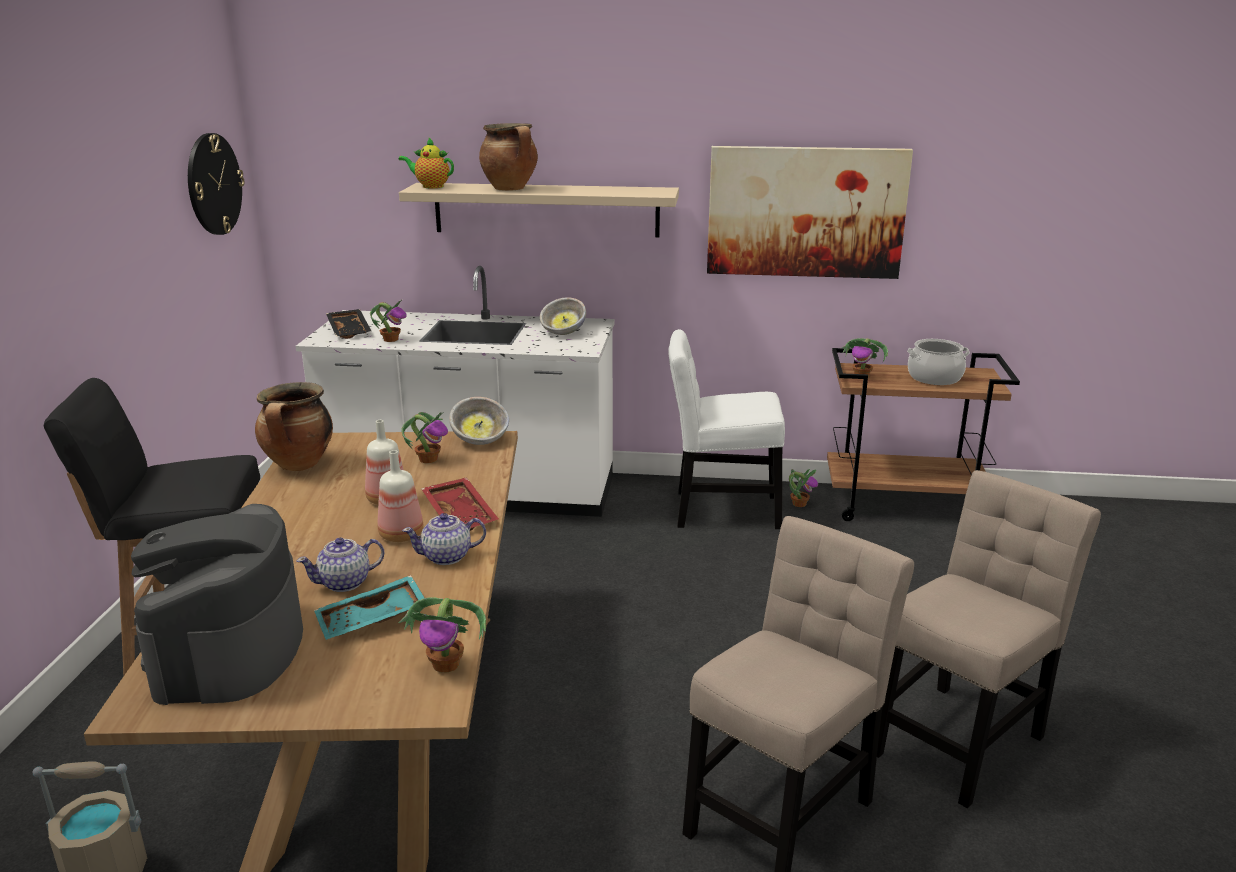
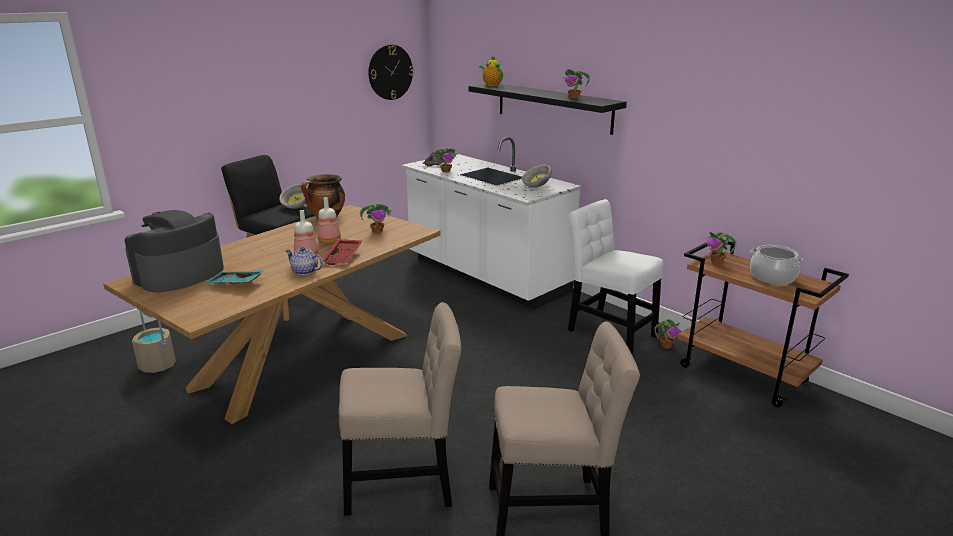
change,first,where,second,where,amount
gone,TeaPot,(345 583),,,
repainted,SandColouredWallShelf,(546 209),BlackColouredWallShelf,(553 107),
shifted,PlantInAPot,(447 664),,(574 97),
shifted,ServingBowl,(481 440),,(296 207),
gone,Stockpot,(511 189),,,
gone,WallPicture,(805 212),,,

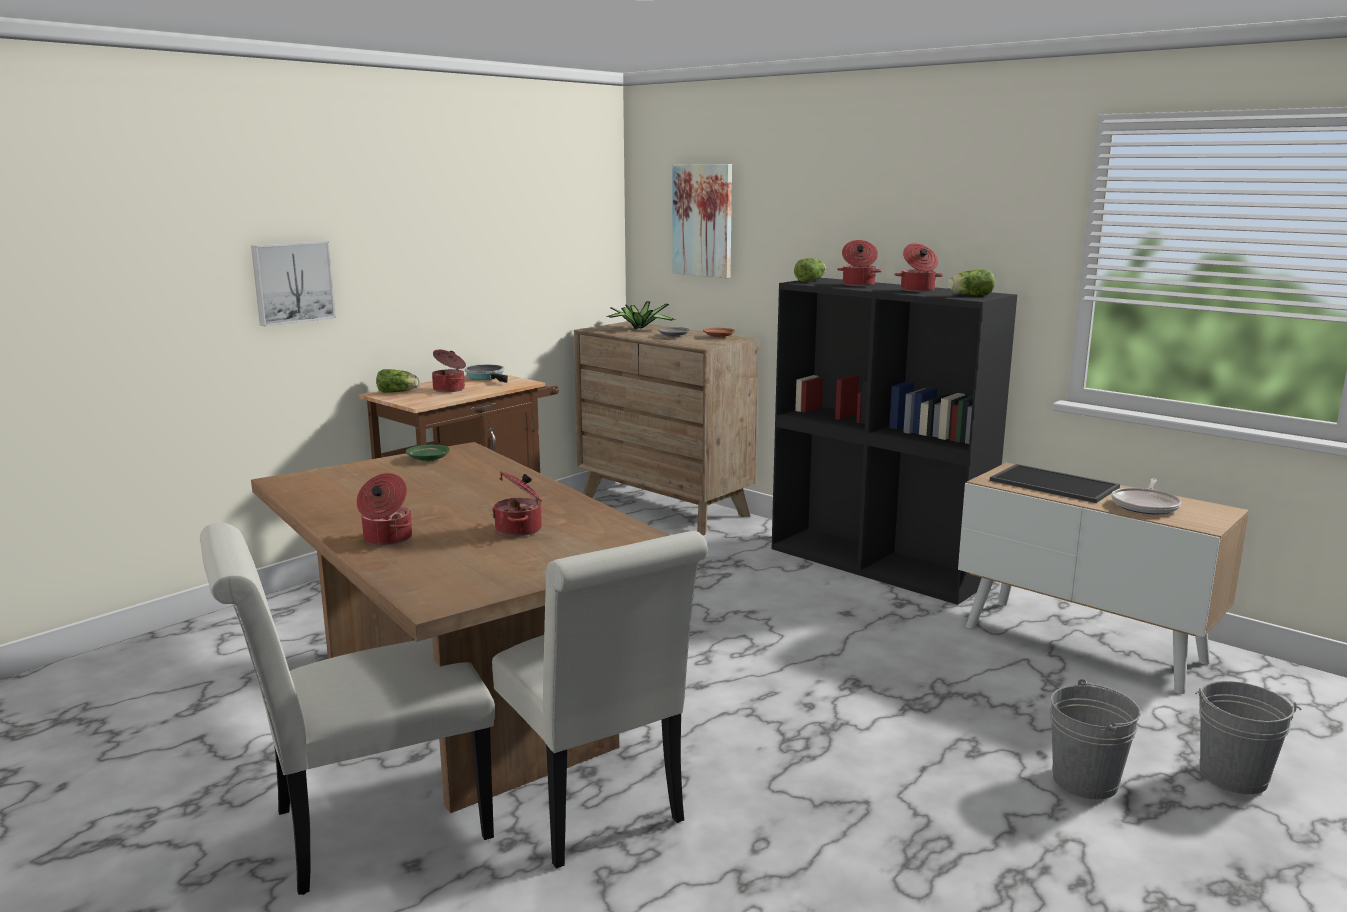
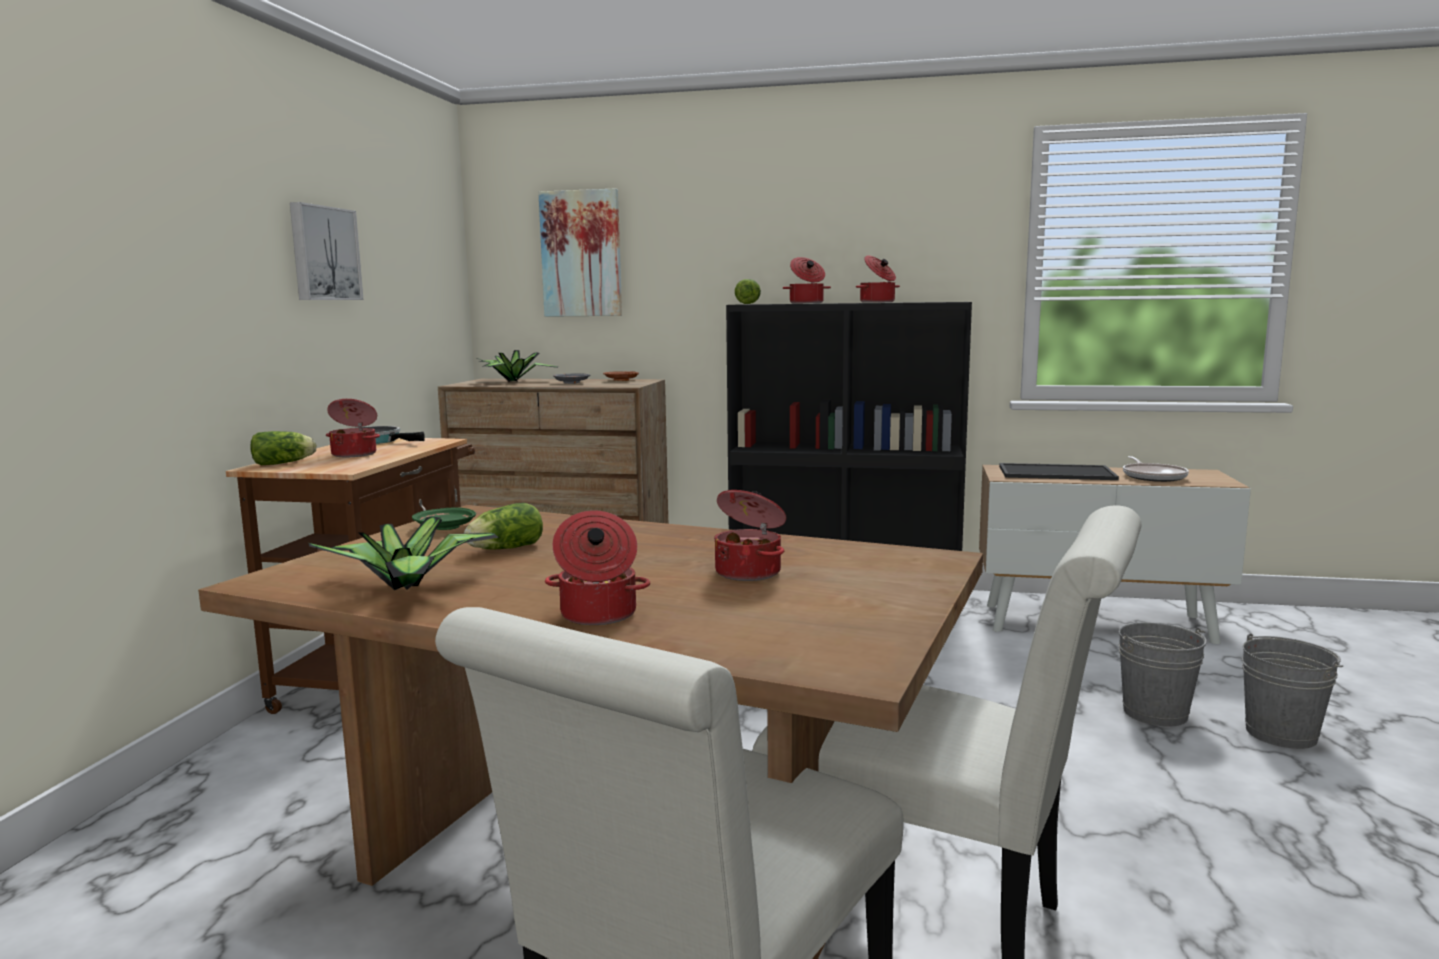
change,first,where,second,where,amount
shifted,WallPicture,(292 282),,(323 253),
shifted,LettuceHead,(969 295),,(503 549),
shifted,GreyPail,(1233 776),,(1155 713),
new,,,PlantInAPot,(409 586),

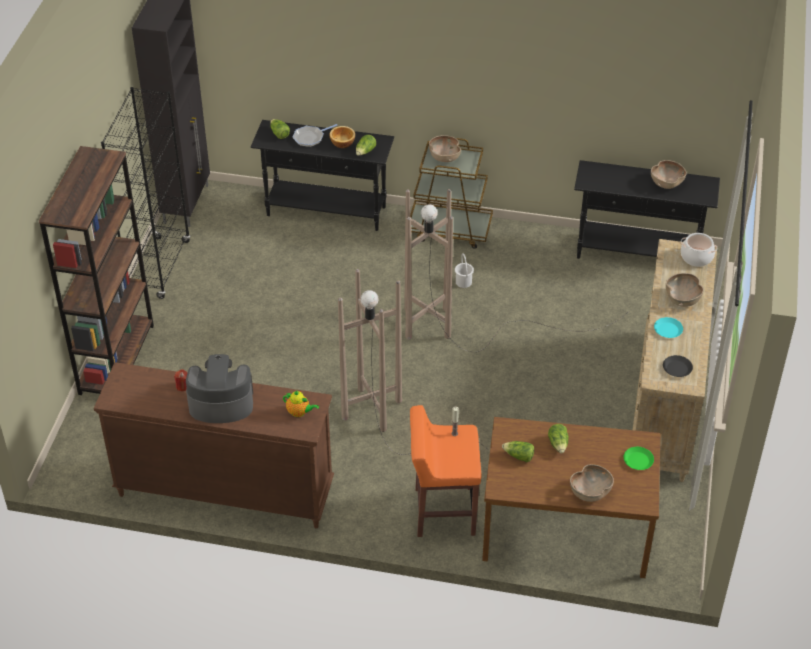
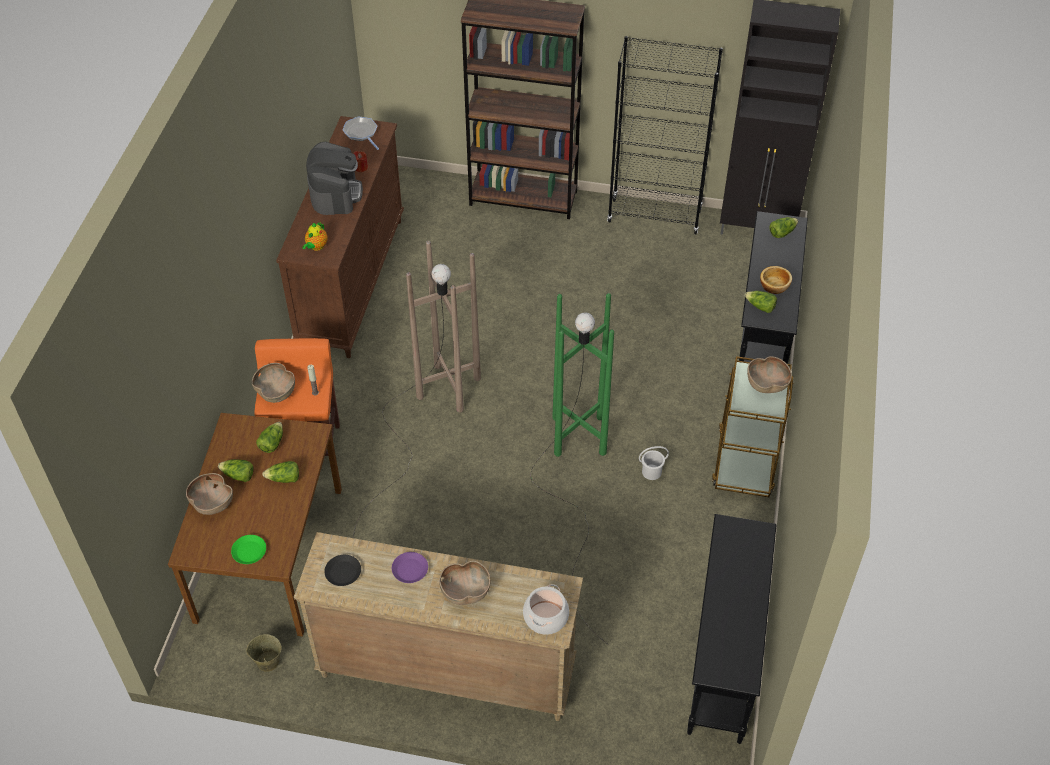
change,first,where,second,where,amount
shifted,FryingPan,(310 138),,(361 133),
repainted,BrownishStandingLamp,(475 328),GreenColouredStandingLamp,(573 481),
shifted,BrownishServingBowl,(666 183),,(276 392),
repainted,TurquoiseColouredPlate,(667 330),PurpleColouredPlate,(410 569),
new,,,LettuceHead,(238 475),
new,,,SandColouredPail,(267 661),

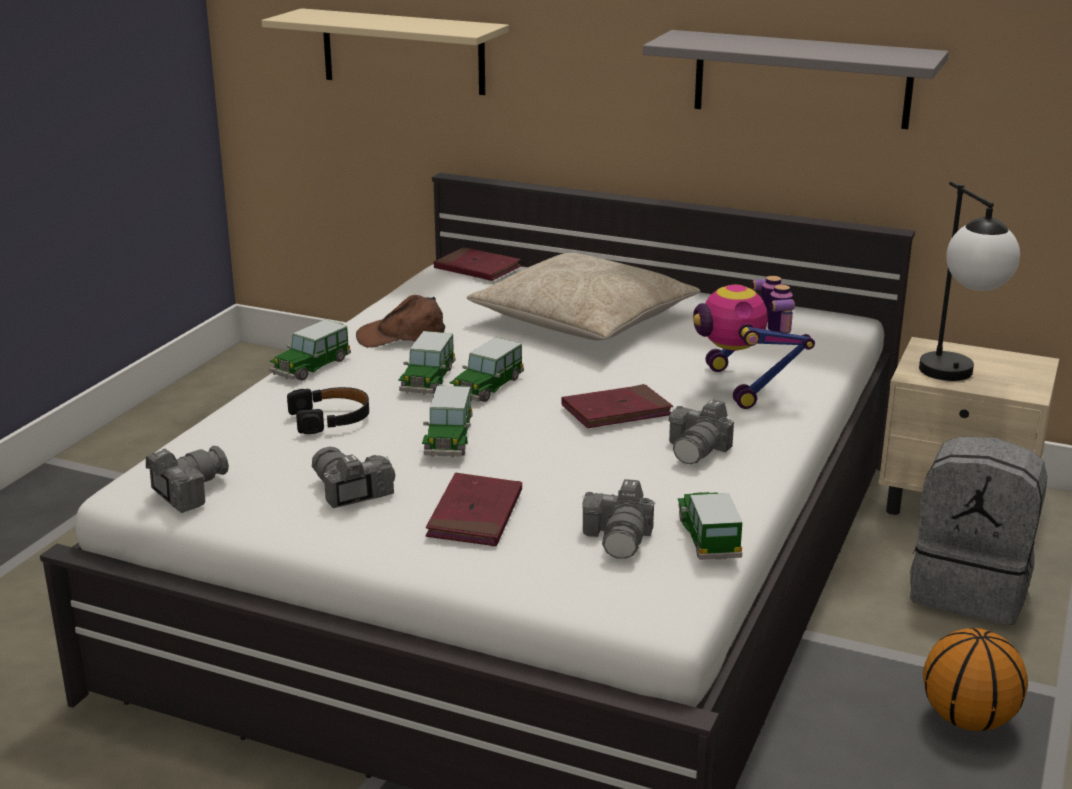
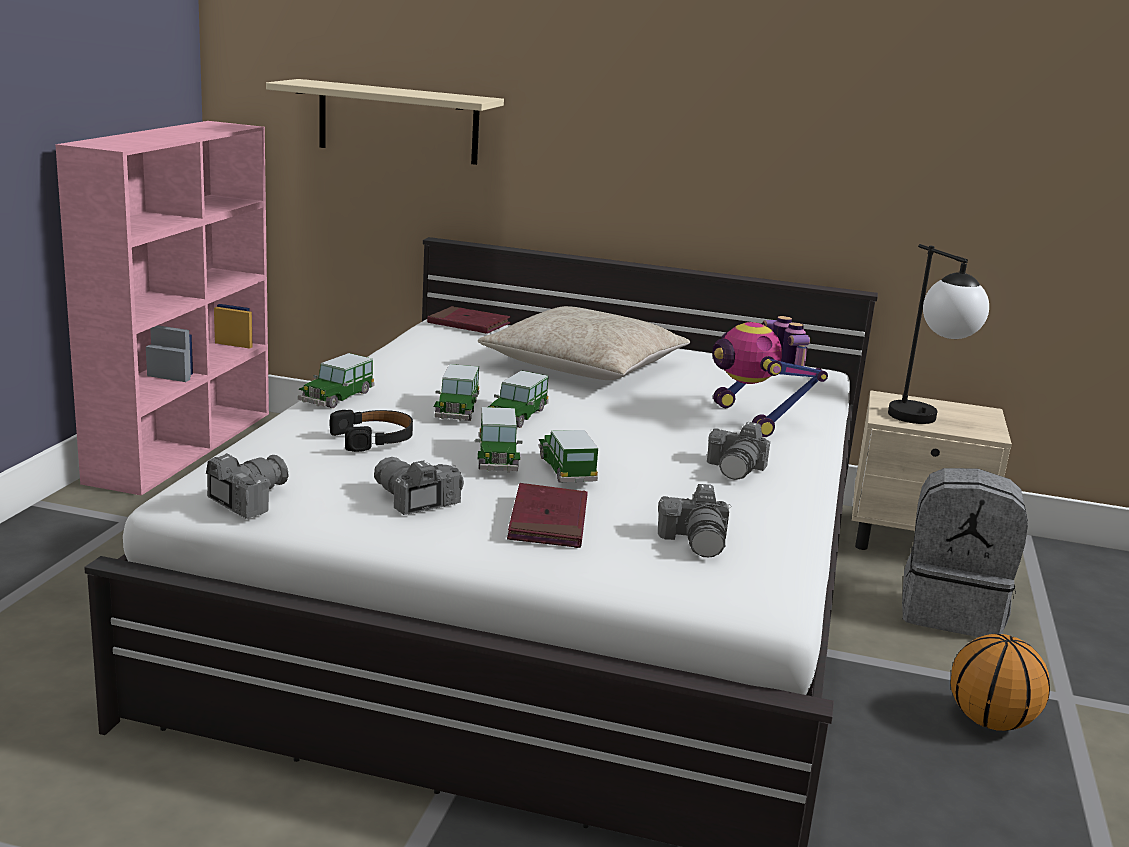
change,first,where,second,where,amount
gone,BrownishPeakedCap,(401 335),,,
gone,RedColouredBoundBook,(616 411),,,
gone,GreyWallShelf,(801 79),,,
shifted,ToyCar,(708 537),,(566 469),
new,,,PinkShelvingUnit,(183 445),

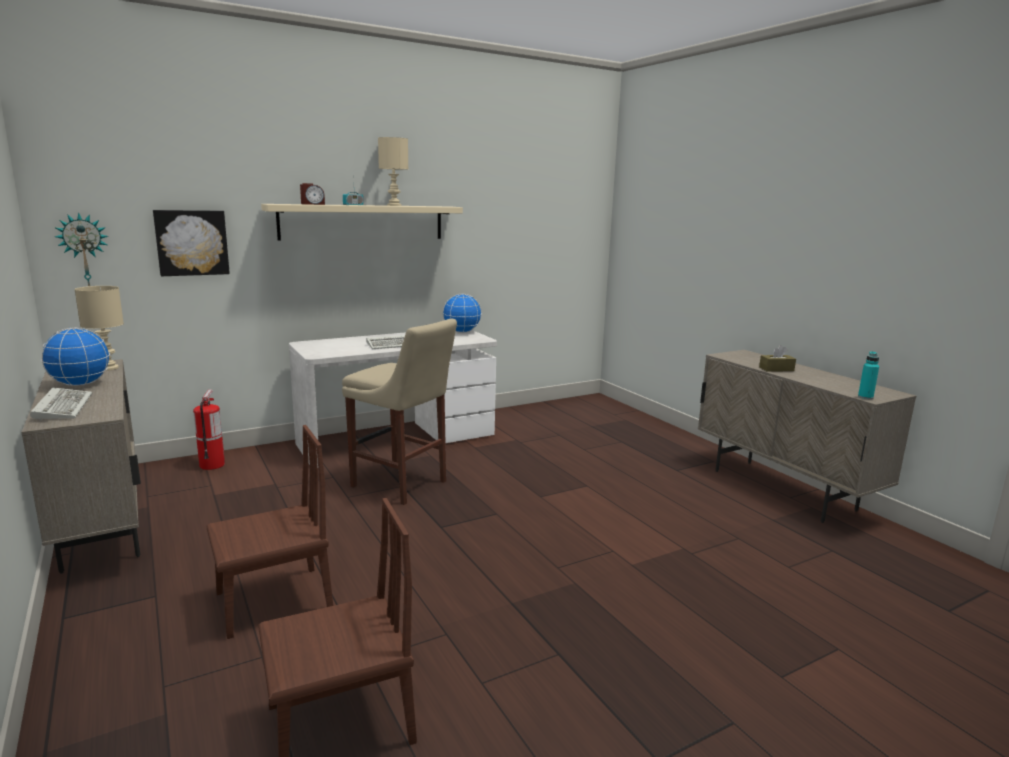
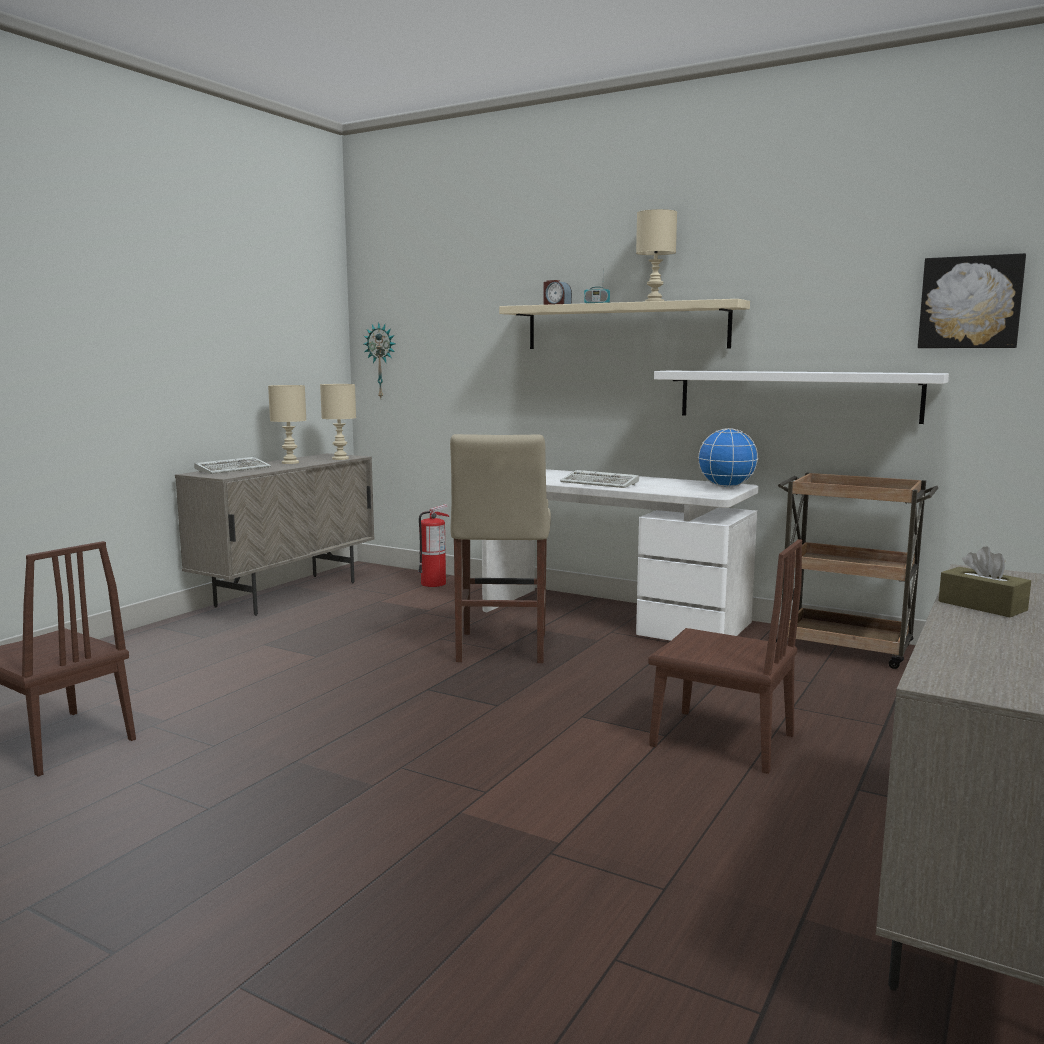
change,first,where,second,where,amount
swapped,Globe,(80 384),SandColouredTableLamp,(290 462),
shifted,WallPicture,(192 242),,(970 302),
shifted,BrownishUprightChair,(273 601),,(722 740),
gone,TurquoiseColouredBottle,(865 397),,,
new,,,WhitishWallShelf,(796 395),
new,,,BrownishCart,(845 648),

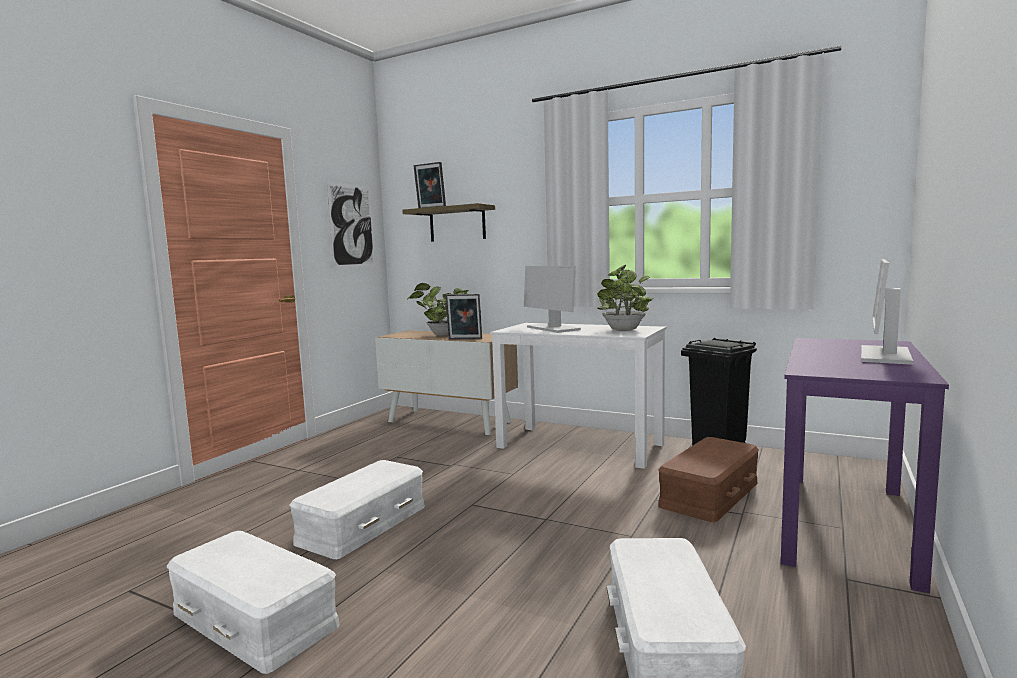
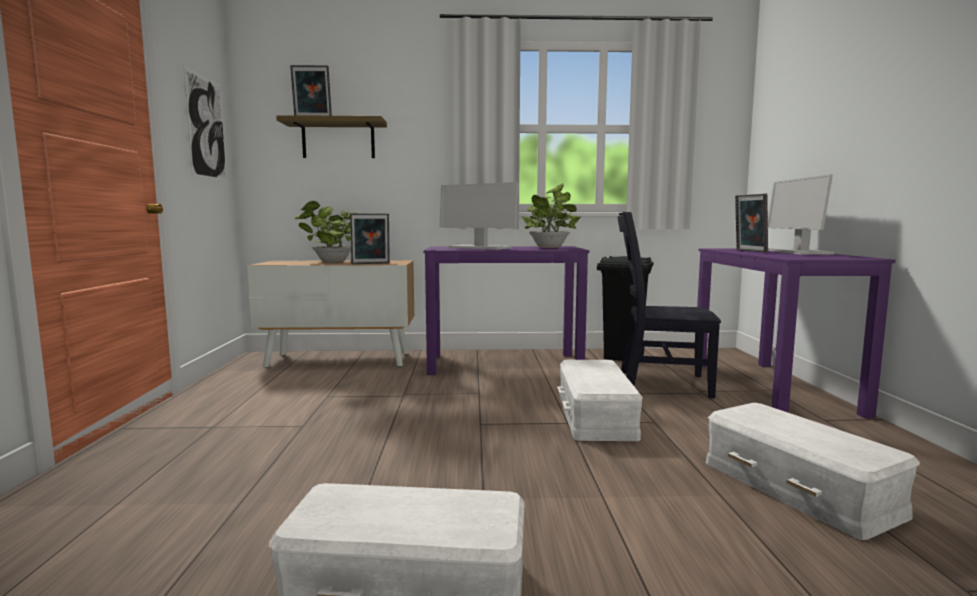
change,first,where,second,where,amount
shifted,WhitishStorageBox,(362 524),,(594 416),
repainted,WhitishDeskTable,(580 445),PurpleColouredDeskTable,(504 363),
swapped,BrownishStorageBox,(708 494),BlackColouredUprightChair,(659 383),
new,,,PictureFrame,(749 251),

